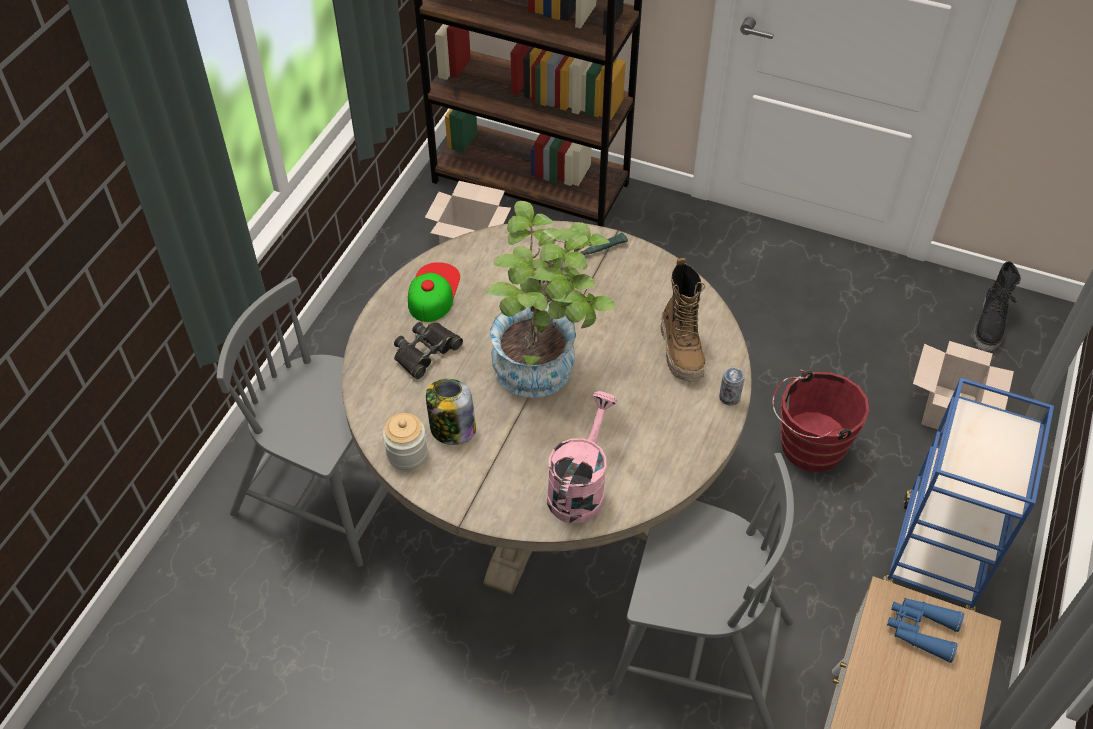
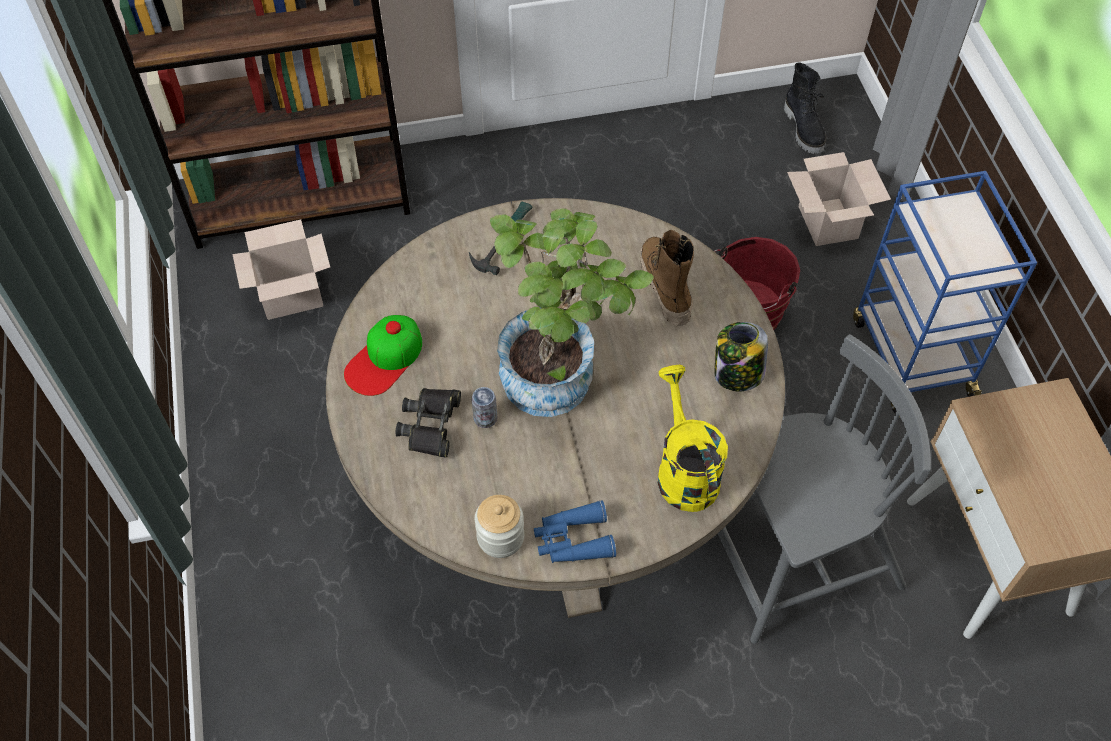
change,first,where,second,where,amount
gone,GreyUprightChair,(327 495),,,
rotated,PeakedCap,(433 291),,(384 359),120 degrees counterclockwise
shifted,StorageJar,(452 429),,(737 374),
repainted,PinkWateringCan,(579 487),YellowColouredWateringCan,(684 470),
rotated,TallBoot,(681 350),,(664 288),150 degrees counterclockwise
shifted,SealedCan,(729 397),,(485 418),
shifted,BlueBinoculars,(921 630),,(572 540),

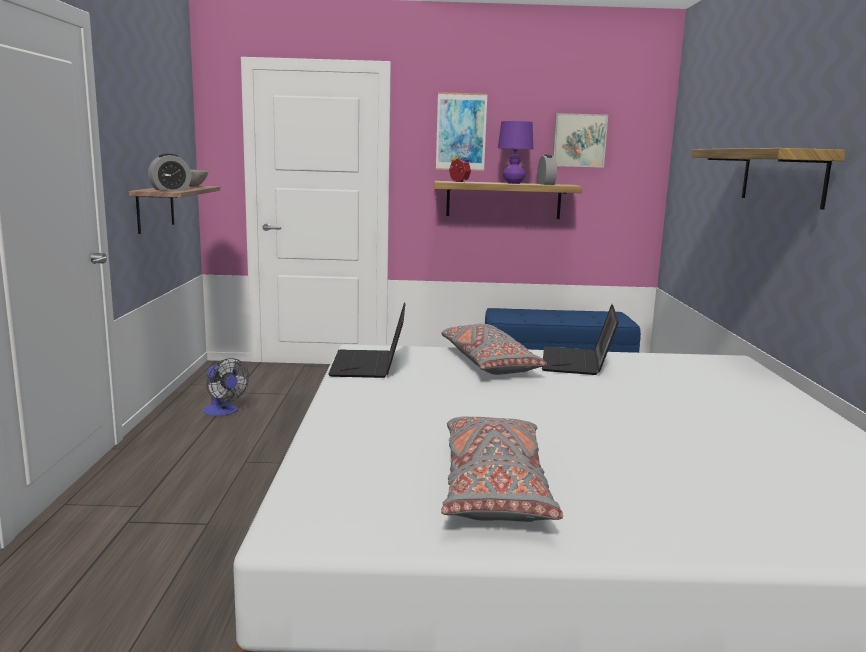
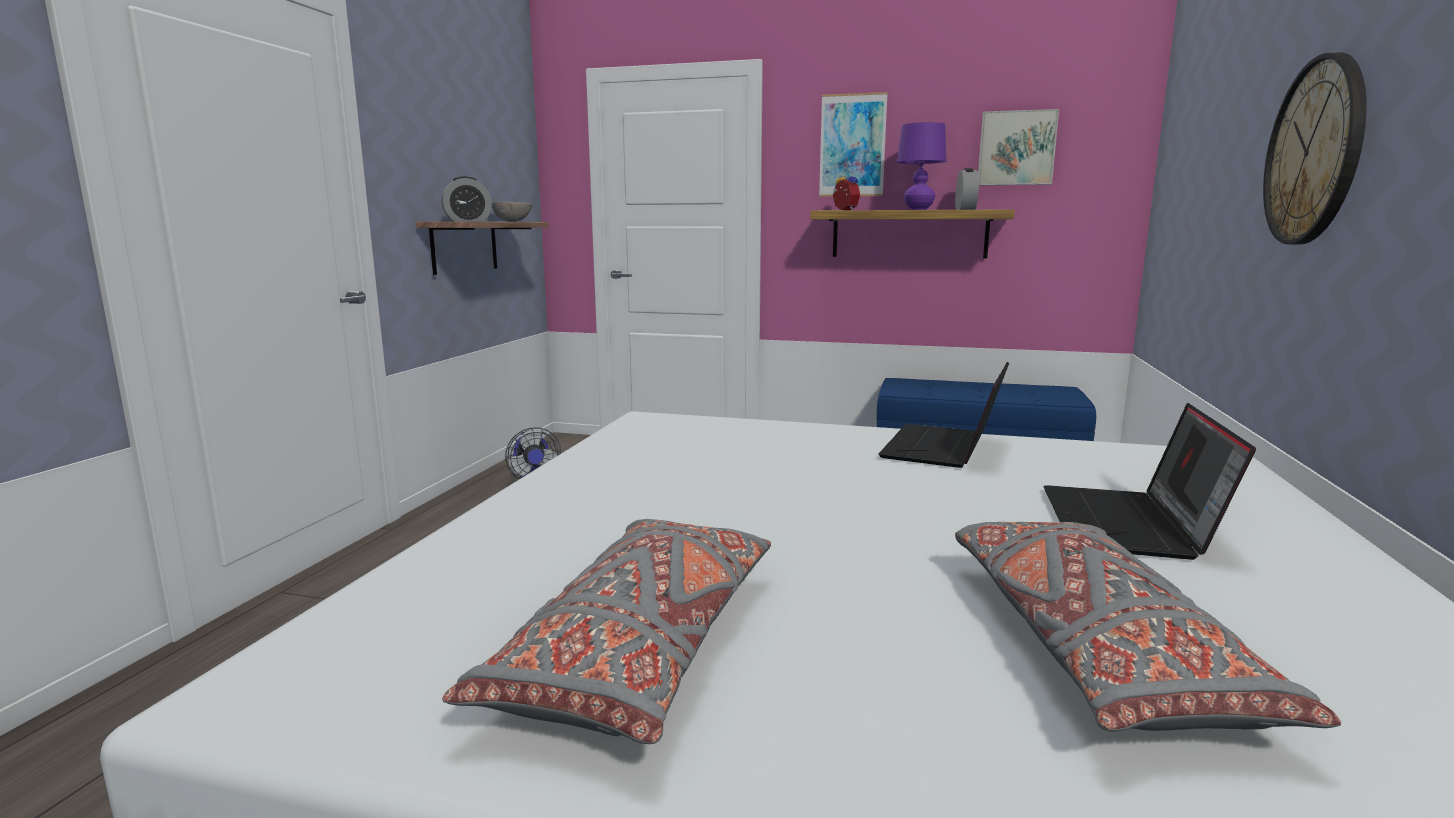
change,first,where,second,where,amount
shifted,Laptop,(369 365),,(1131 525),
shifted,GreyCushion,(488 363),,(1094 647),
swapped,WallShelf,(782 176),WallClock,(1314 152),

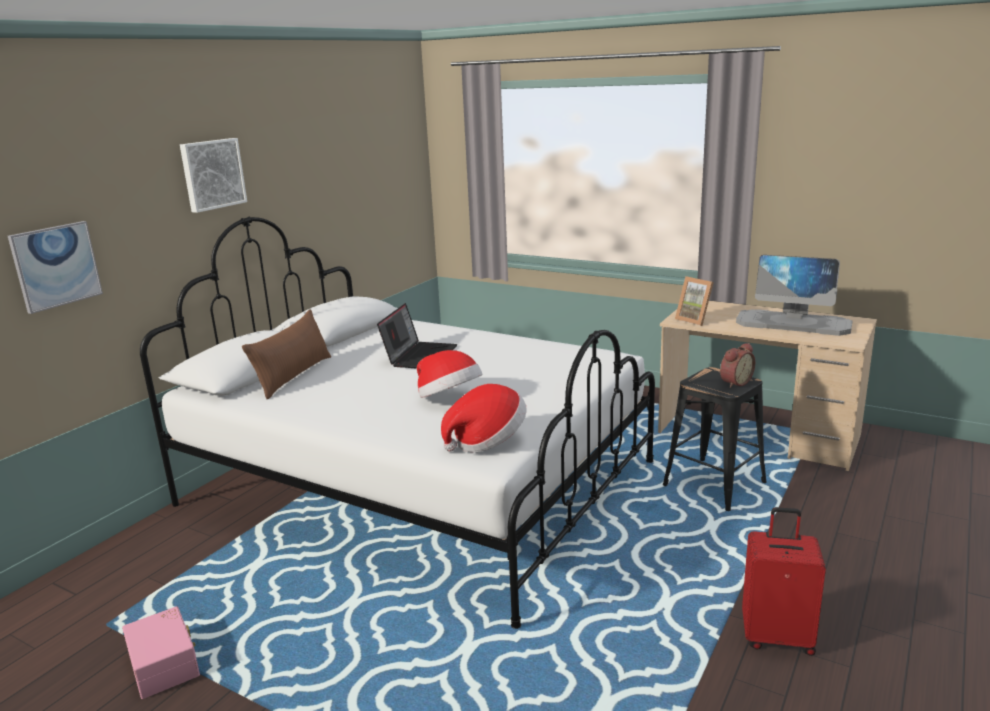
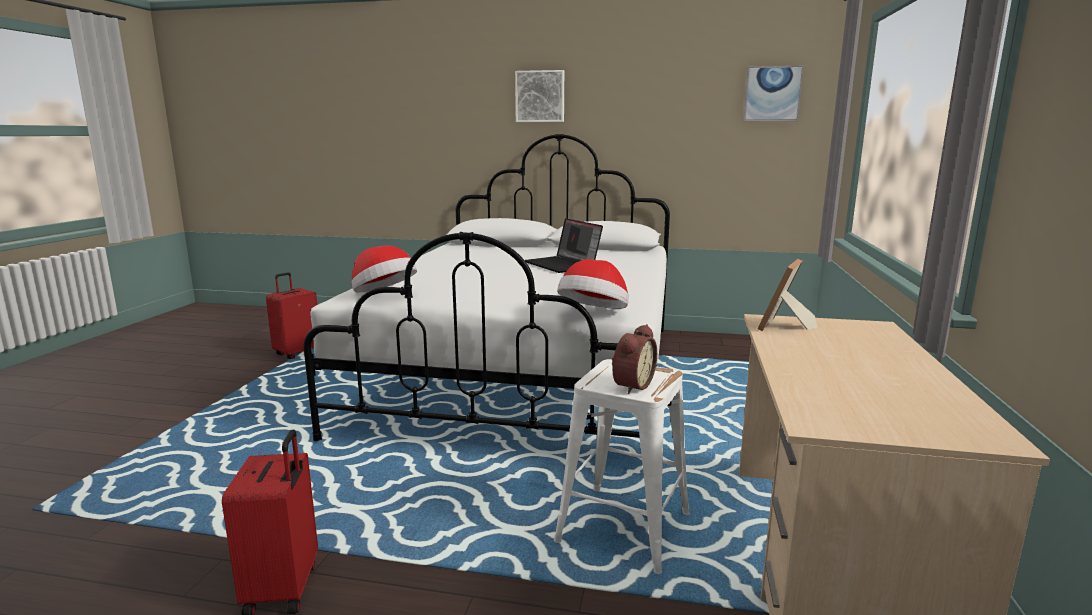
change,first,where,second,where,amount
shifted,WallPicture,(56 266),,(772 94),
swapped,PinkStorageBox,(166 663),RedColouredTravelCase,(297 353),
gone,BrownishCushion,(293 376),,,
rotated,Laptop,(420 356),,(563 265),60 degrees clockwise
shifted,Hat,(449 399),,(594 314),
repainted,BlackColouredStoolSeat,(713 485),WhitishStoolSeat,(622 528),
rotated,AlarmClock,(734 382),,(631 385),90 degrees counterclockwise
gone,ComputerScreen,(794 324),,,

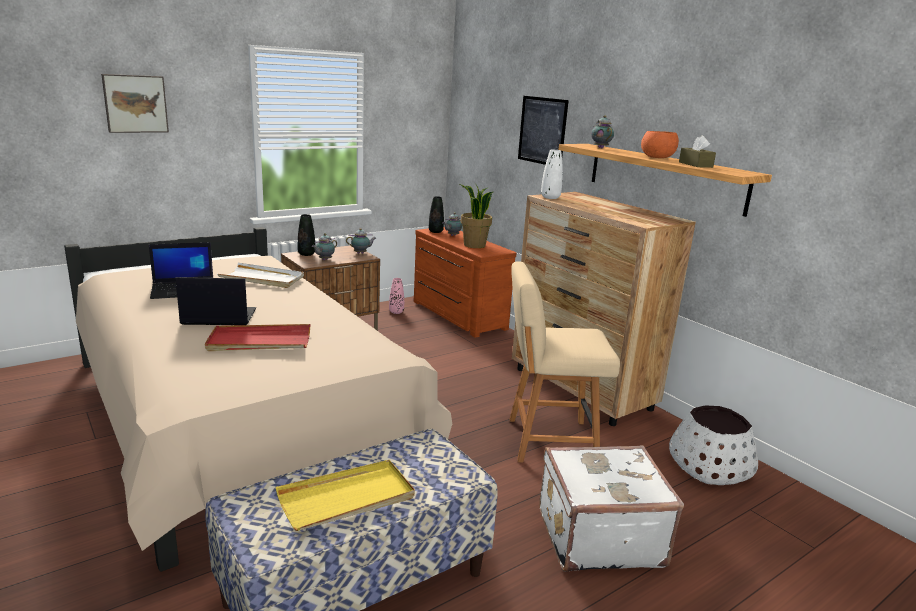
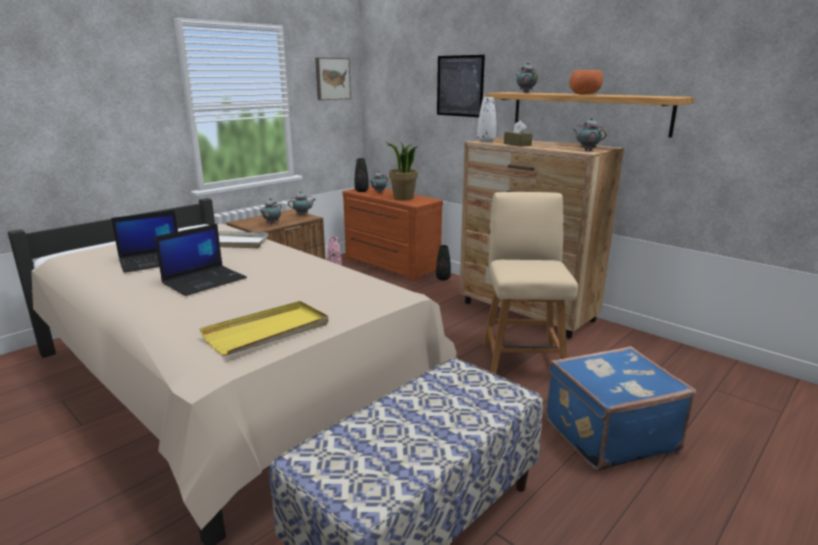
change,first,where,second,where,amount
shifted,WallPicture,(135 103),,(332 78),
rotated,Laptop,(218 317),,(205 281),150 degrees clockwise
gone,RedColouredTray,(259 342),,,
shifted,YellowColouredTray,(347 498),,(268 331),
shifted,BlackColouredVase,(306 254),,(443 278),
rotated,SandColouredUprightChair,(547 440),,(522 359),105 degrees clockwise
repainted,WhitishTravelCase,(597 535),BlueTravelCase,(607 433),
gone,WhitishPlantPot,(709 466),,,
shifted,BrownishTissueHolder,(695 164),,(517 144),
new,,,TeaPot,(587 150),

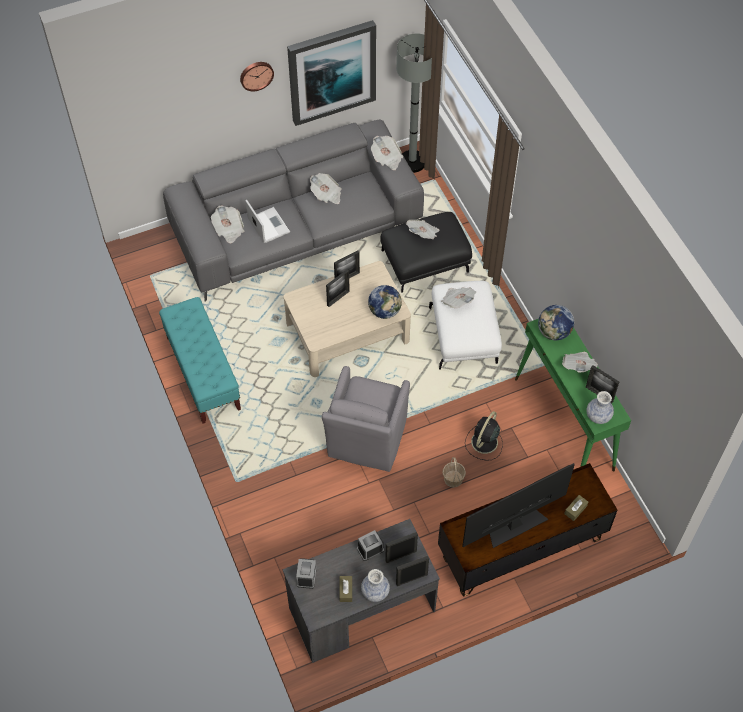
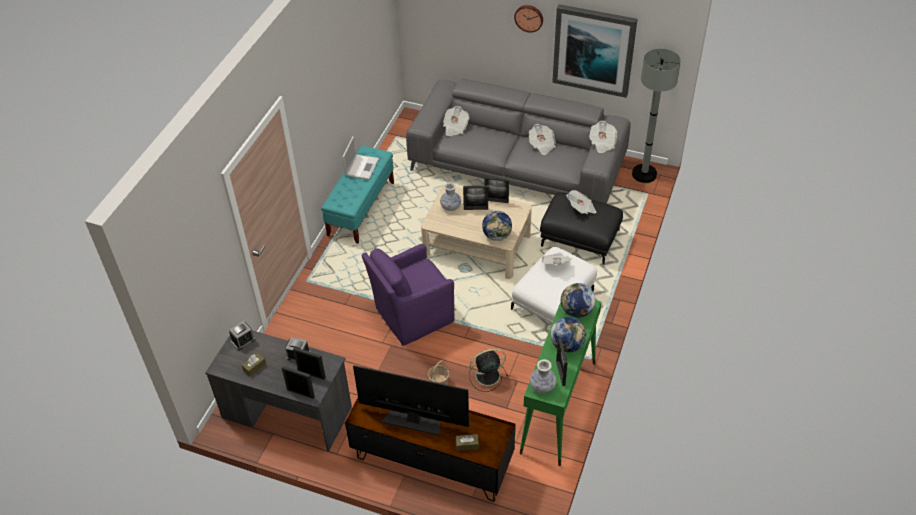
change,first,where,second,where,amount
shifted,Laptop,(268 225),,(362 166),
repainted,GreyArmchair,(366 439),PurpleColouredArmchair,(412 316),
shifted,Vase,(375 591),,(450 206),
swapped,Newspaper,(578 367),Globe,(567 345),

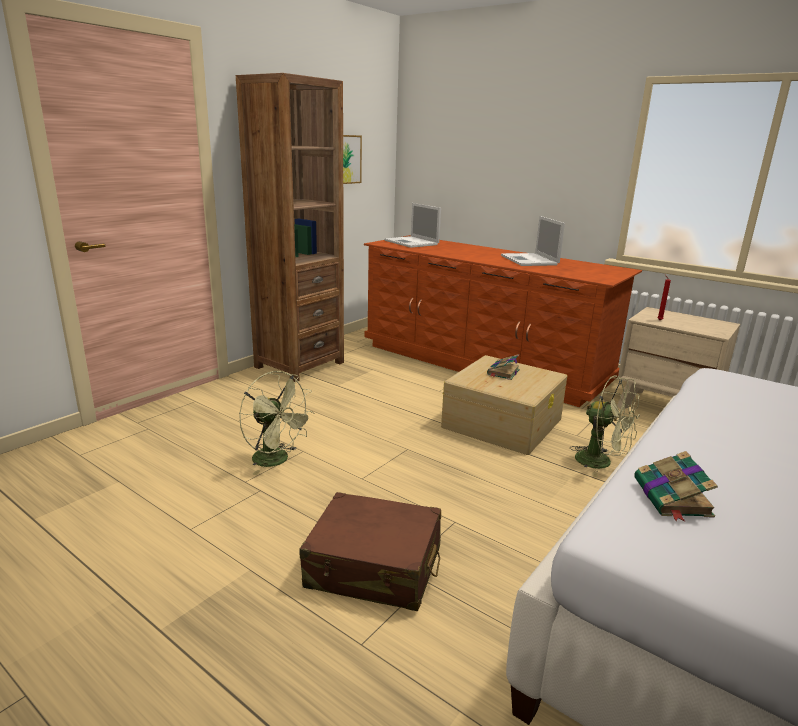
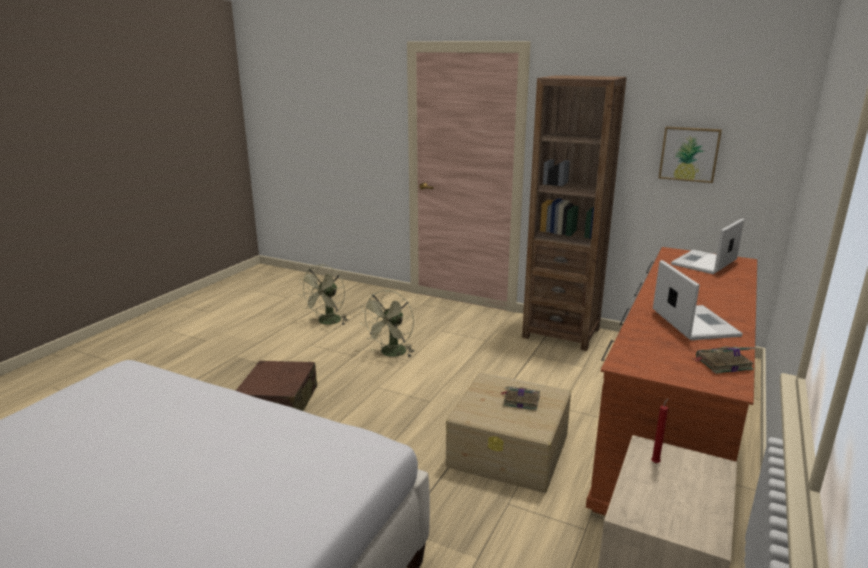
change,first,where,second,where,amount
rotated,Laptop,(530 260),,(693 322),105 degrees clockwise
shifted,GreenColouredElectricFan,(601 462),,(327 322),
shifted,BoundBook,(672 498),,(722 363),

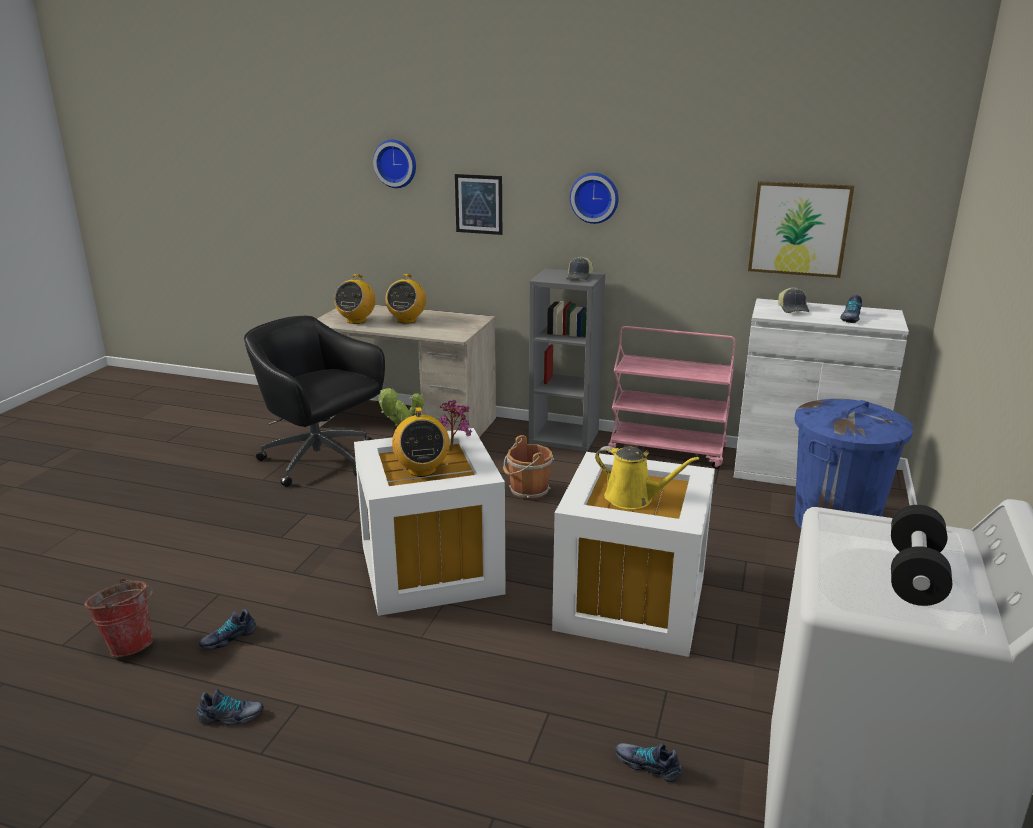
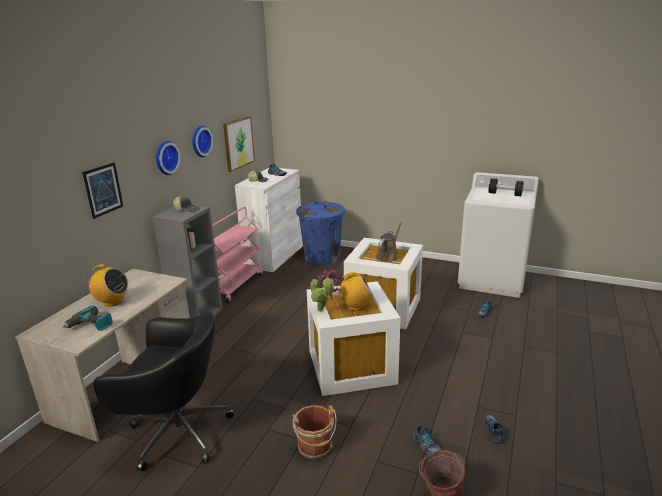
change,first,where,second,where,amount
rotated,BlackColouredDeskChair,(321 461),,(176 432),120 degrees counterclockwise
swapped,RadioReceiver,(356 320),PowerDrill,(90 326),
shifted,WallClock,(396 163),,(200 141),
shifted,BrownishPail,(527 491),,(315 448),
repainted,YellowColouredWateringCan,(633 499),BrownishWateringCan,(388 256),

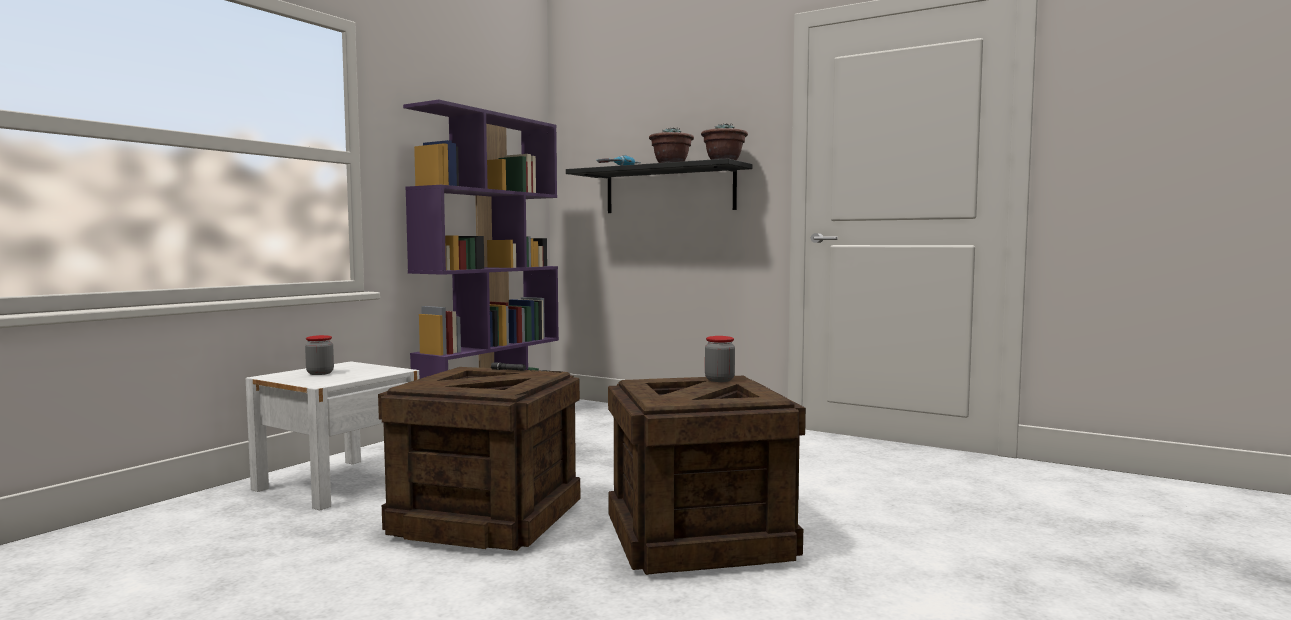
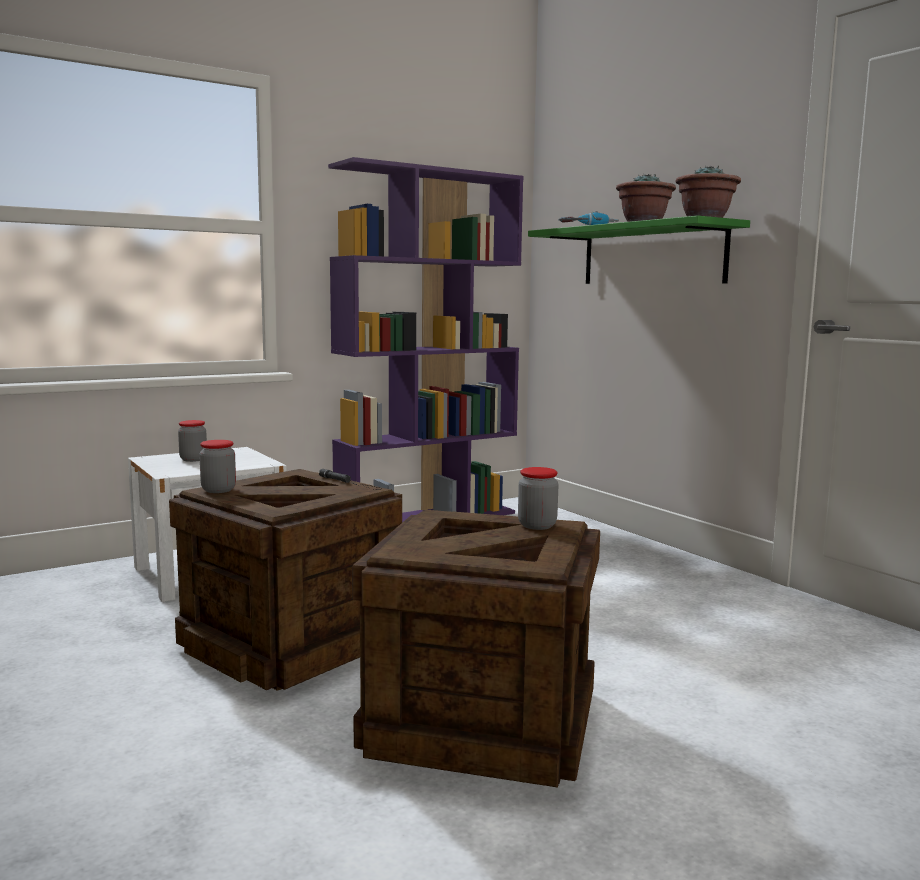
change,first,where,second,where,amount
repainted,BlackColouredWallShelf,(669 190),GreenColouredWallShelf,(652 255),
new,,,StorageJar,(218 490),

